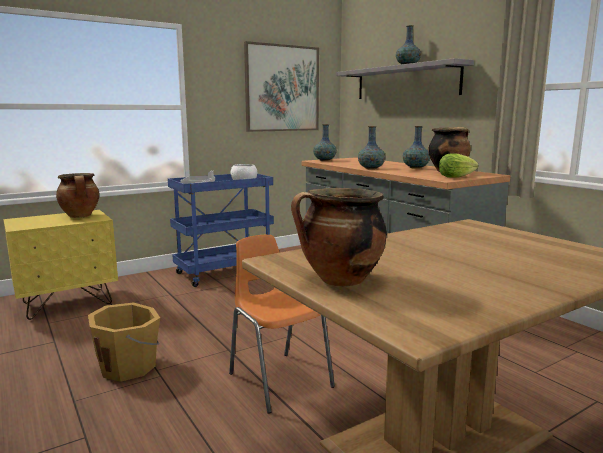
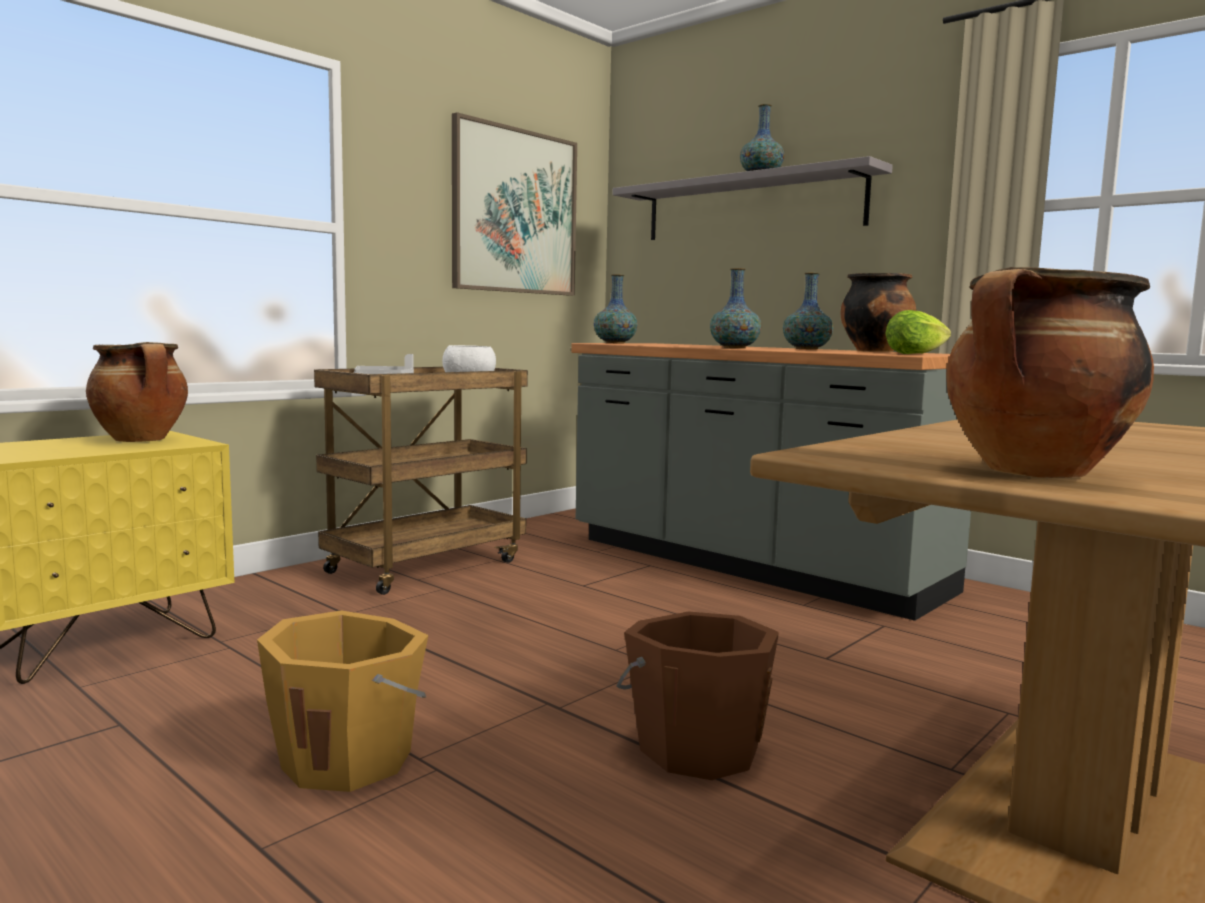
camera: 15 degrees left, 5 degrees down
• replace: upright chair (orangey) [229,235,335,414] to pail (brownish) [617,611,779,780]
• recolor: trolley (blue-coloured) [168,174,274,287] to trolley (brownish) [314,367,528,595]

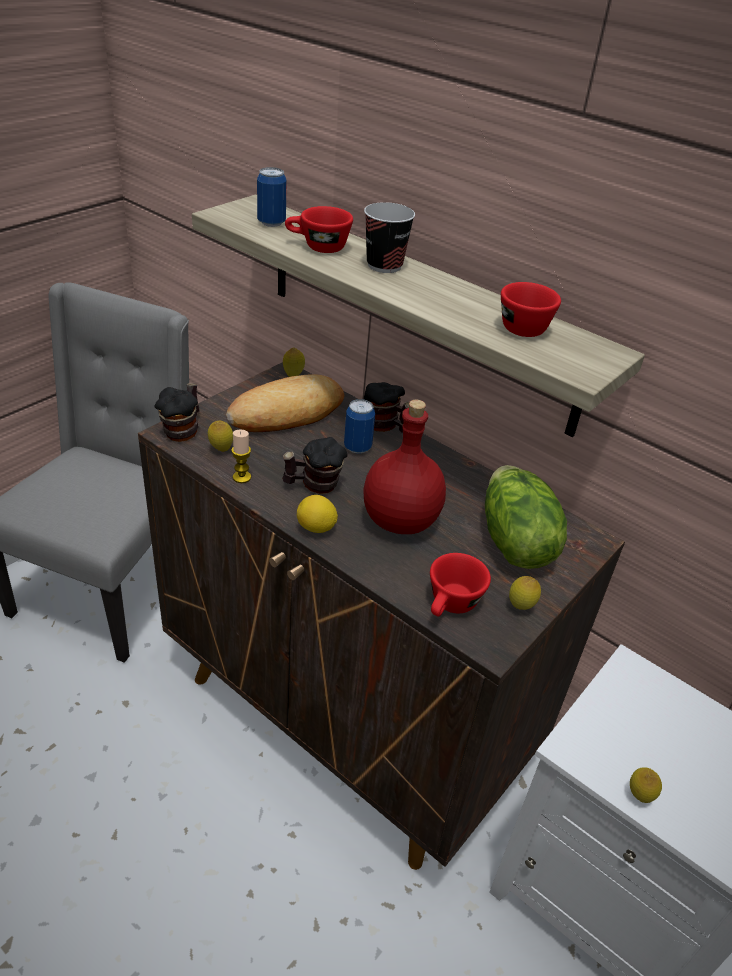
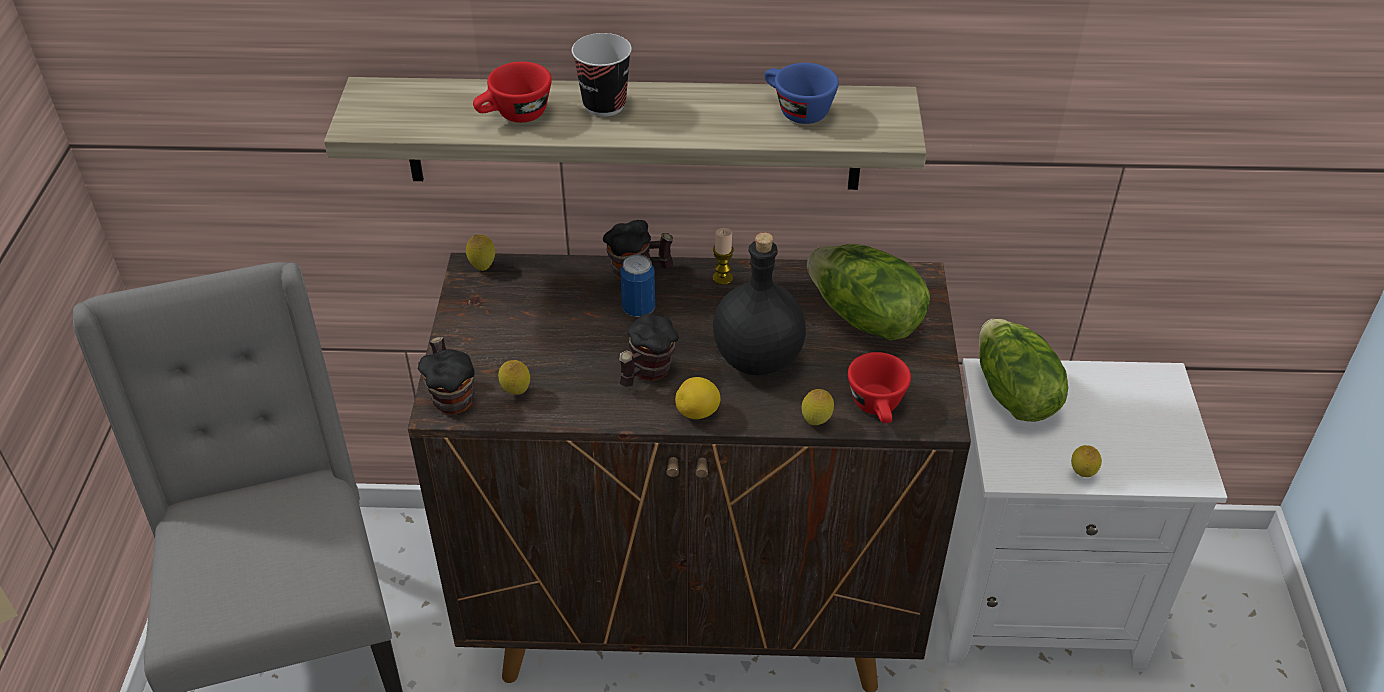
camera: 35 degrees left, 5 degrees up
• delete: baked bread [226,374,345,432]
• delete: can [257,167,286,227]
• insert: lettuce head [979,319,1068,422]
• move: wax candle [231,429,251,483] to [713,228,734,285]
• move: whole lemon [509,576,541,610] to [802,389,834,425]
• recolor: bottle (reddish) [363,400,446,534] to bottle (blackish) [713,232,806,375]
• recolor: drinking cup (reddish) [501,282,561,337] to drinking cup (blue-coloured) [764,63,839,124]

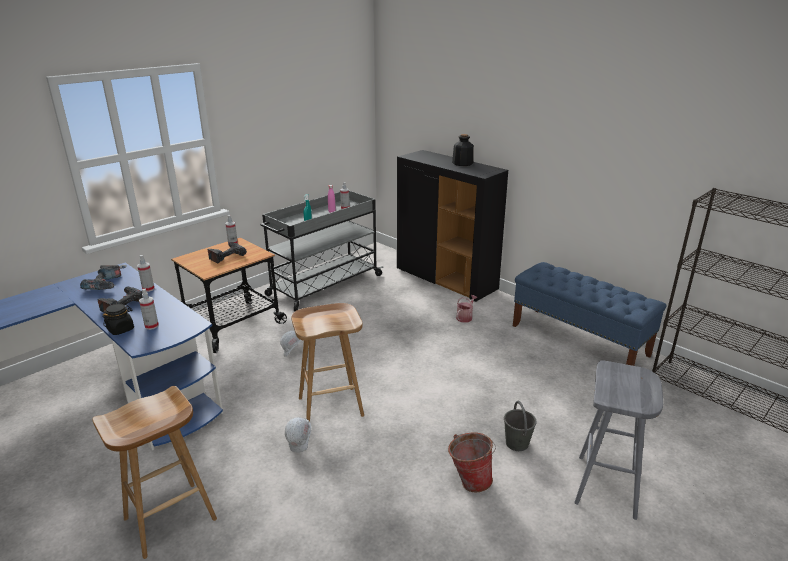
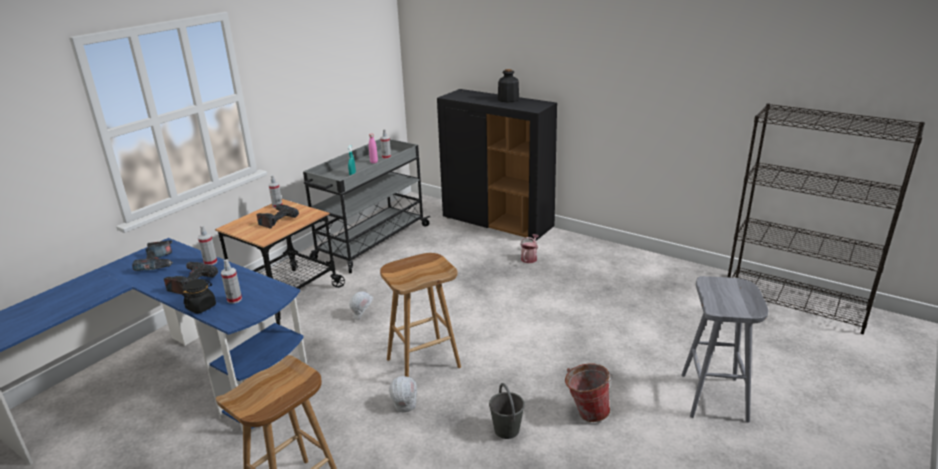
camera: 10 degrees left, 0 degrees up
• delete: indoor bench (blue-coloured) [513,262,667,366]
• move: pail (greyish) [504,401,537,451] to [489,383,525,439]

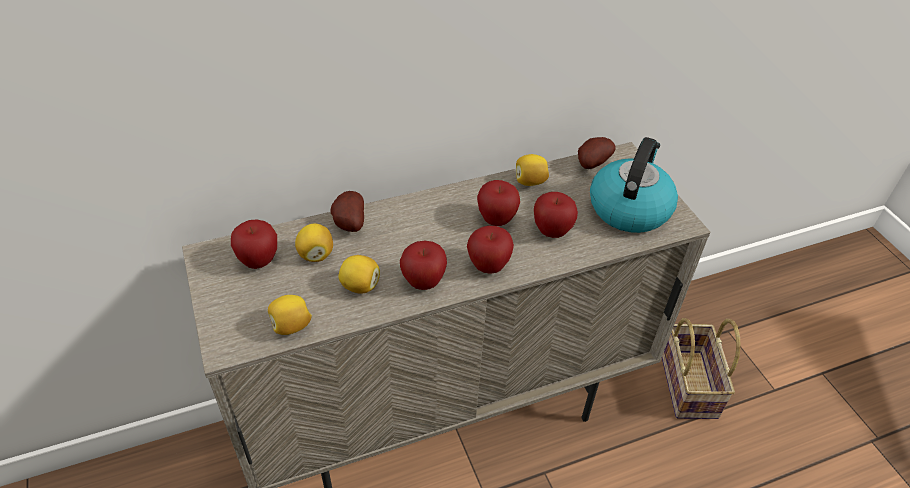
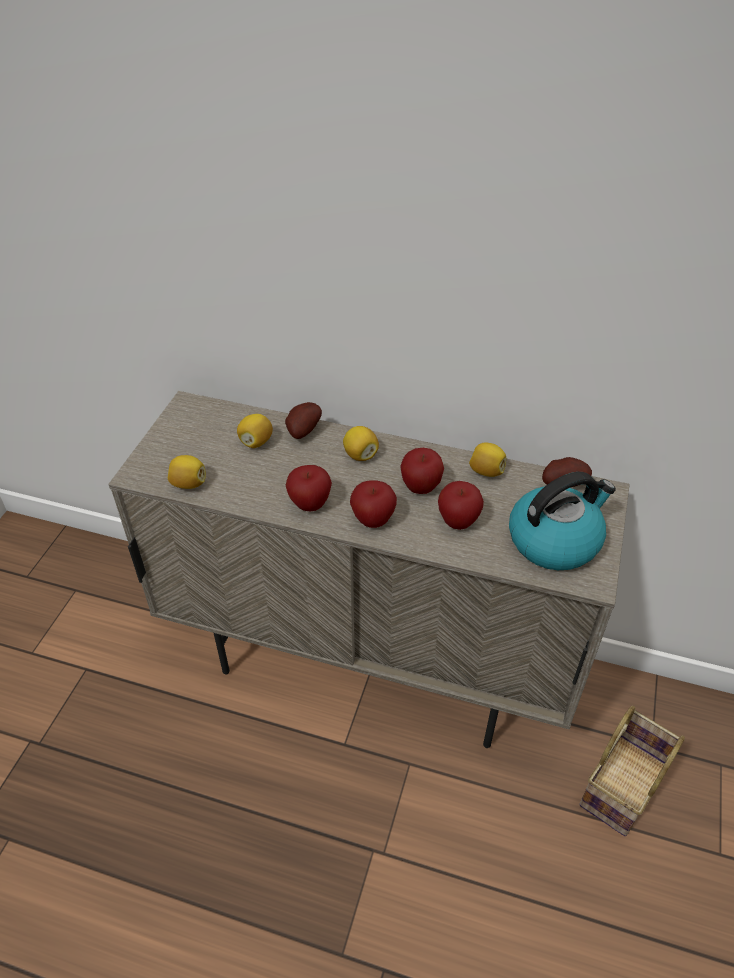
camera: 40 degrees right, 0 degrees up
• delete: apple [231,219,277,269]
• move: whole lemon [338,255,380,294] to [343,426,379,461]

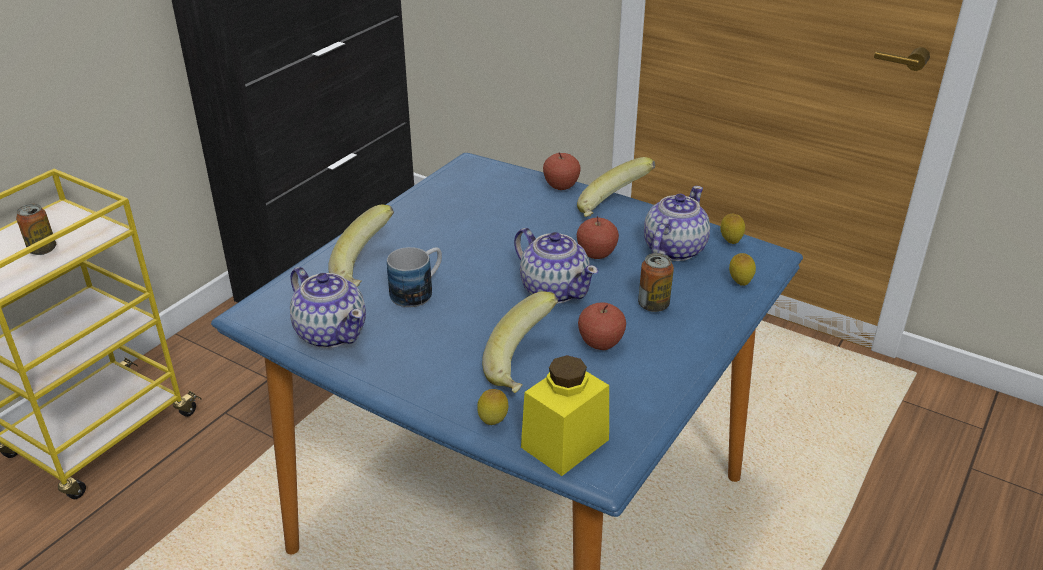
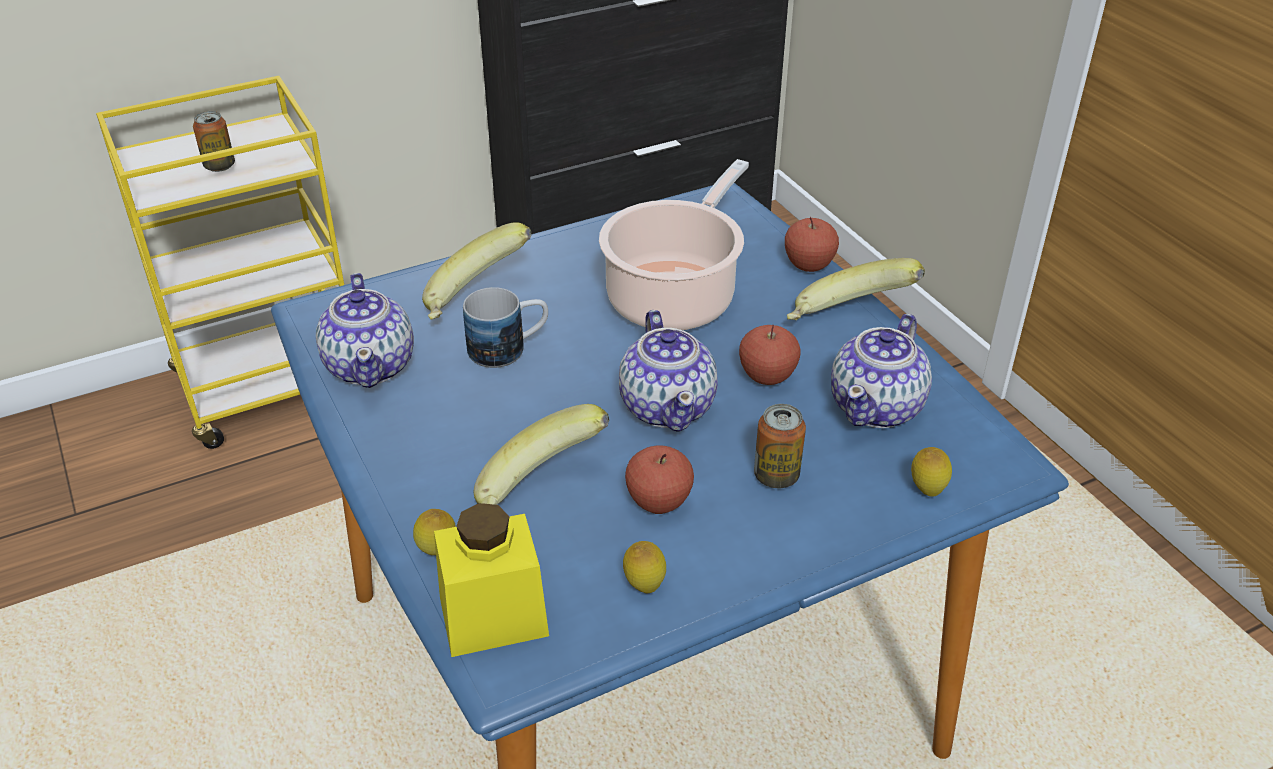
camera: 30 degrees right, 5 degrees up
• insert: cooking pot [599,159,749,330]
• move: whole lemon [720,214,745,244] to [623,541,666,593]
• rotate: pot for tea [644,186,710,261] = [831,314,932,428] 150 degrees clockwise

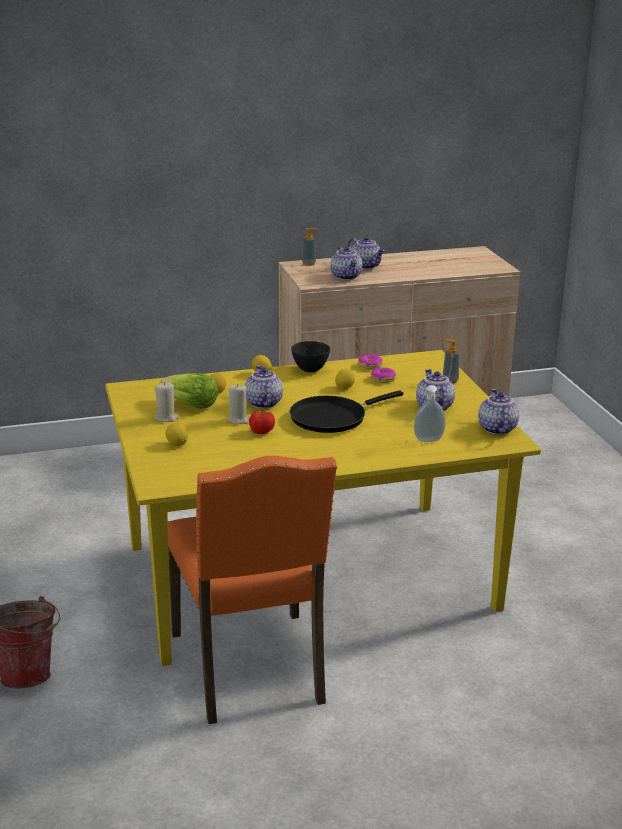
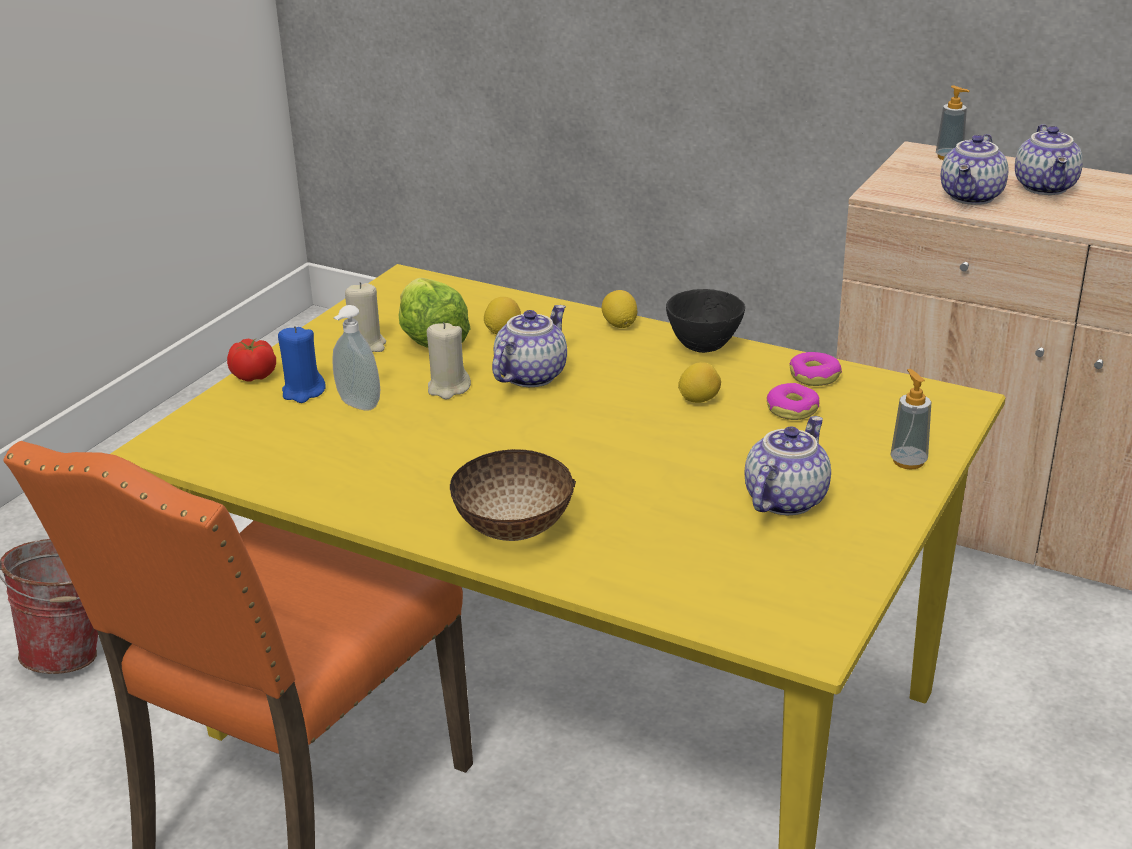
camera: 45 degrees right, 5 degrees up
• delete: frying pan (blackish) [290,390,403,433]
• delete: pot for tea [478,389,519,435]
• insert: deep dish [450,449,576,541]
• move: whole tomato [249,410,275,434] to [227,339,276,381]
• move: liquid soap bottle [414,385,446,442] to [332,305,380,411]
• replace: whole lemon [166,423,188,446] to wax candle (blue-coloured) [278,326,326,403]

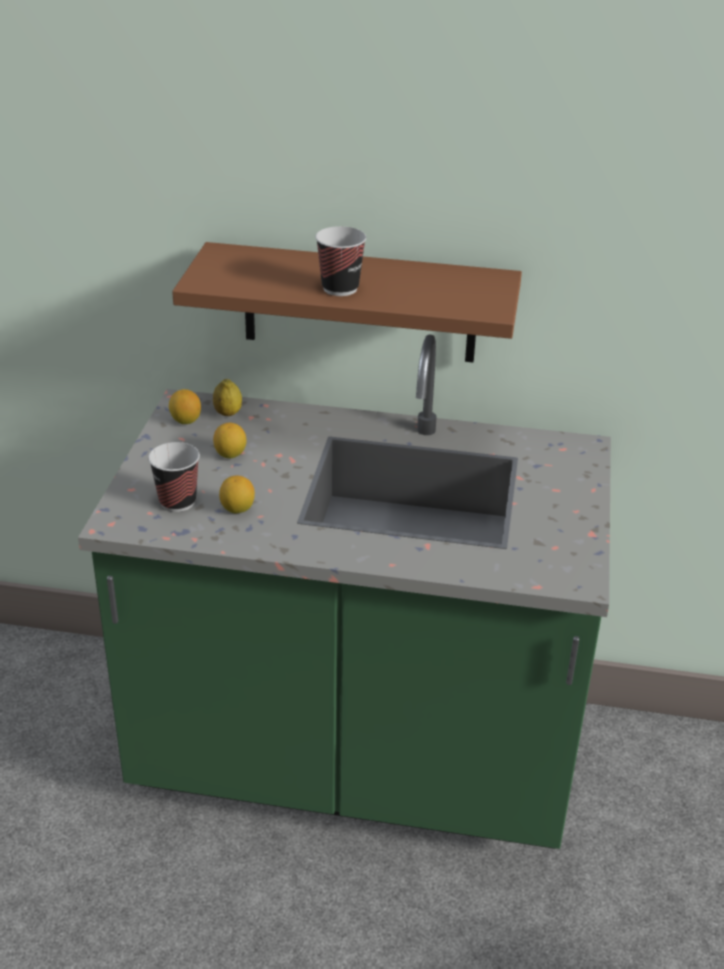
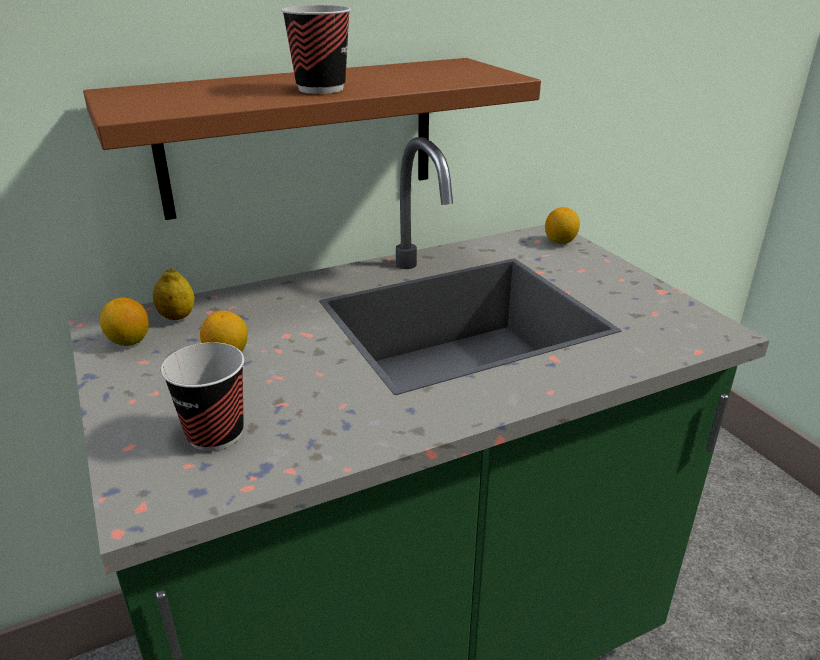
camera: 35 degrees left, 5 degrees down
• move: whole lemon [219,475,255,513] to [545,207,580,244]

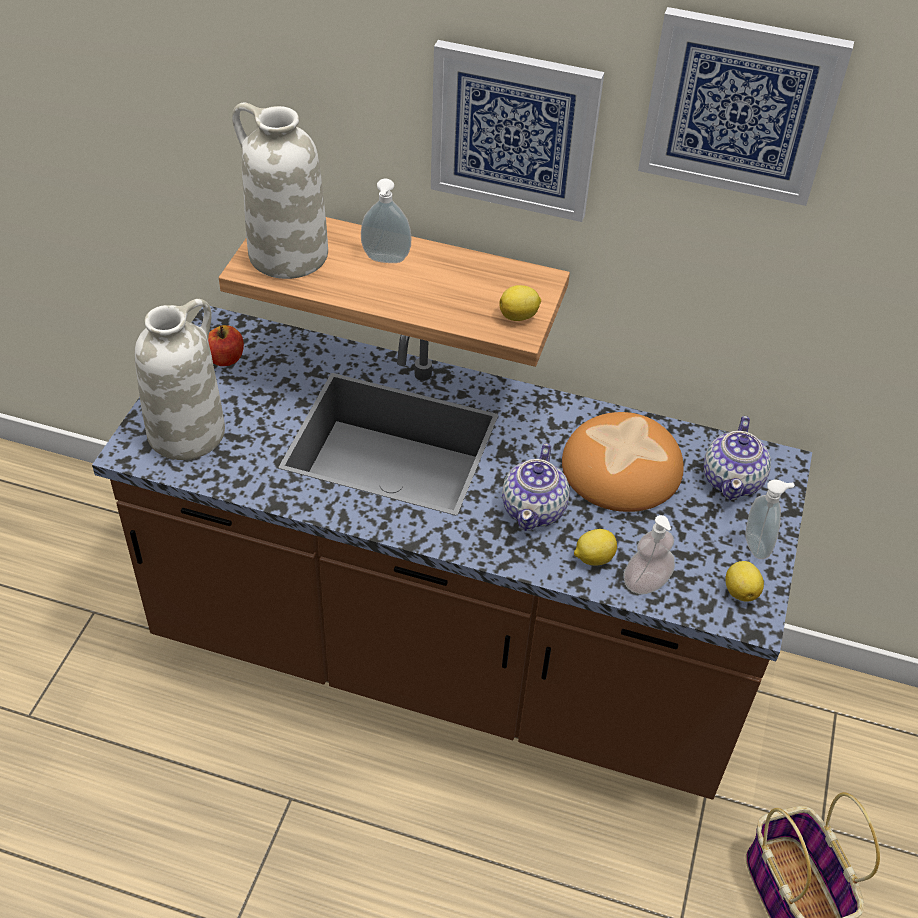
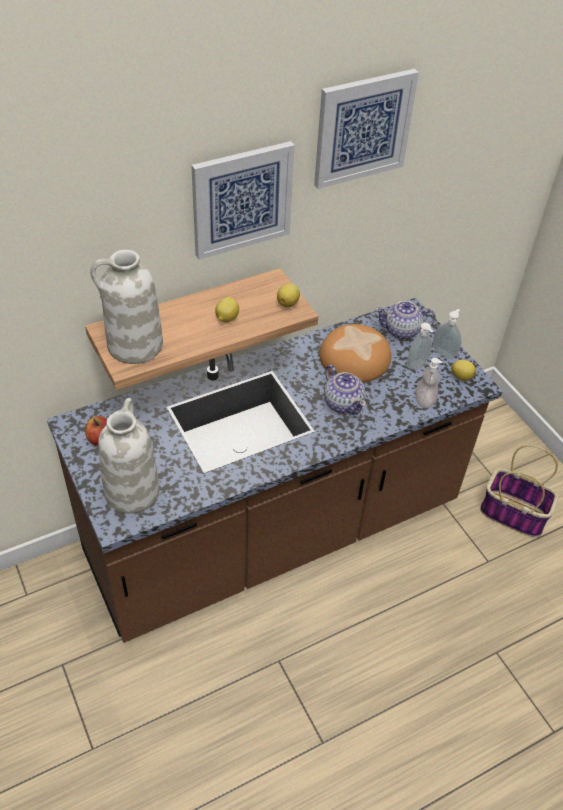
camera: 45 degrees left, 0 degrees up
• move: liquid soap bottle [361,179,411,263] to [407,322,433,370]
• move: whole lemon [574,529,617,565] to [215,297,239,322]
• rotate: pot for tea [704,416,771,500] = [375,301,436,339] 120 degrees clockwise

